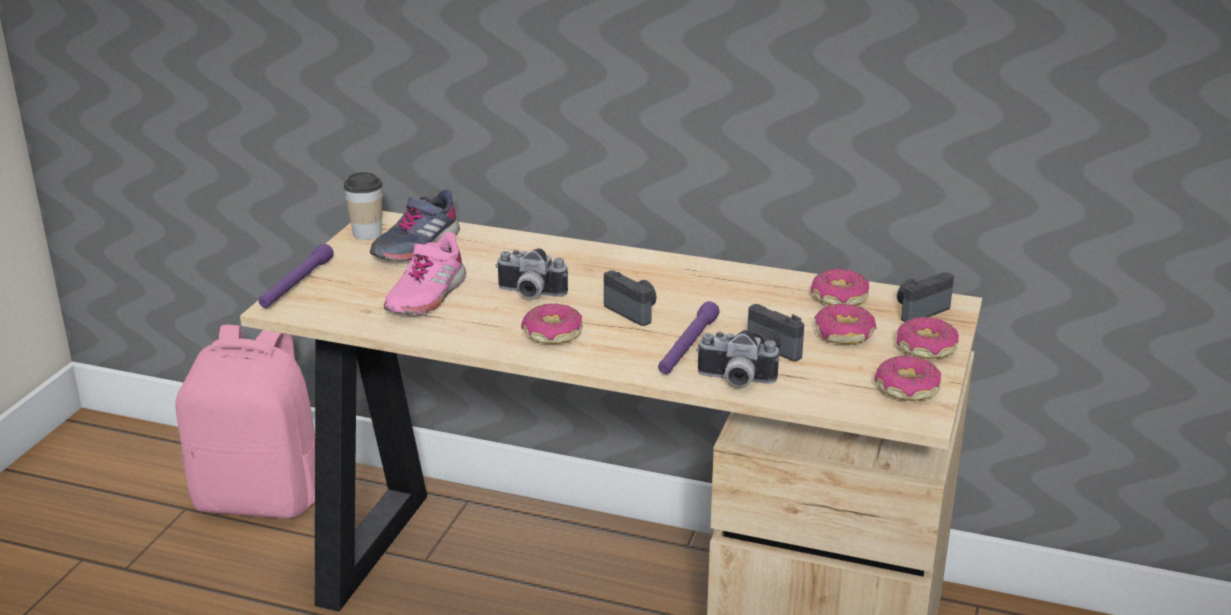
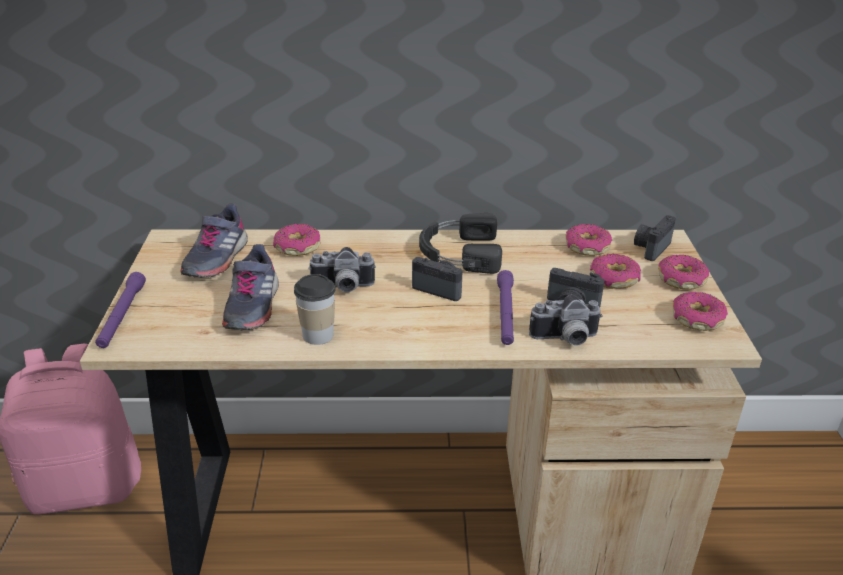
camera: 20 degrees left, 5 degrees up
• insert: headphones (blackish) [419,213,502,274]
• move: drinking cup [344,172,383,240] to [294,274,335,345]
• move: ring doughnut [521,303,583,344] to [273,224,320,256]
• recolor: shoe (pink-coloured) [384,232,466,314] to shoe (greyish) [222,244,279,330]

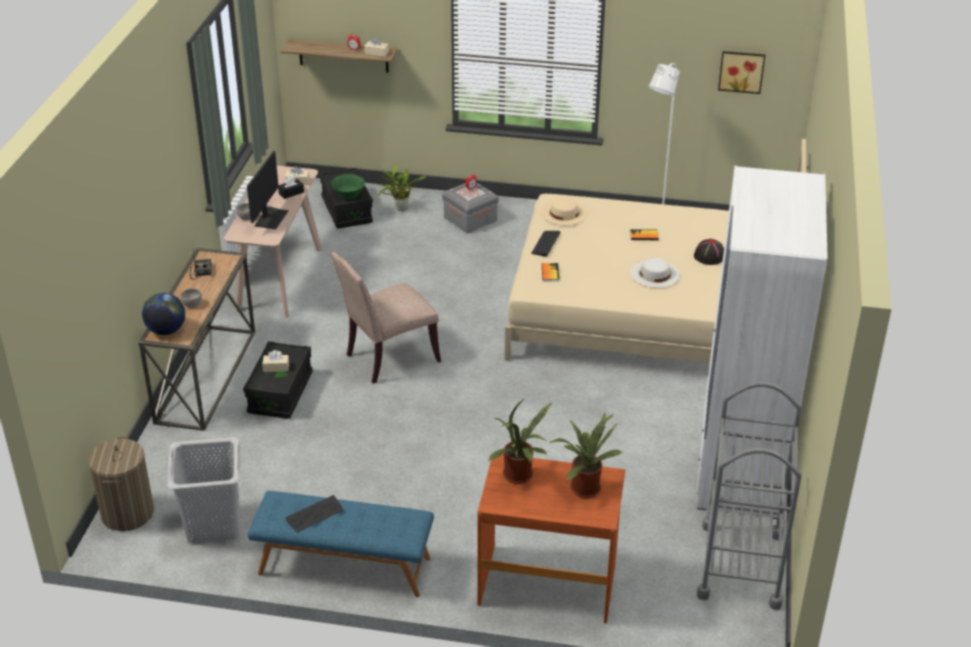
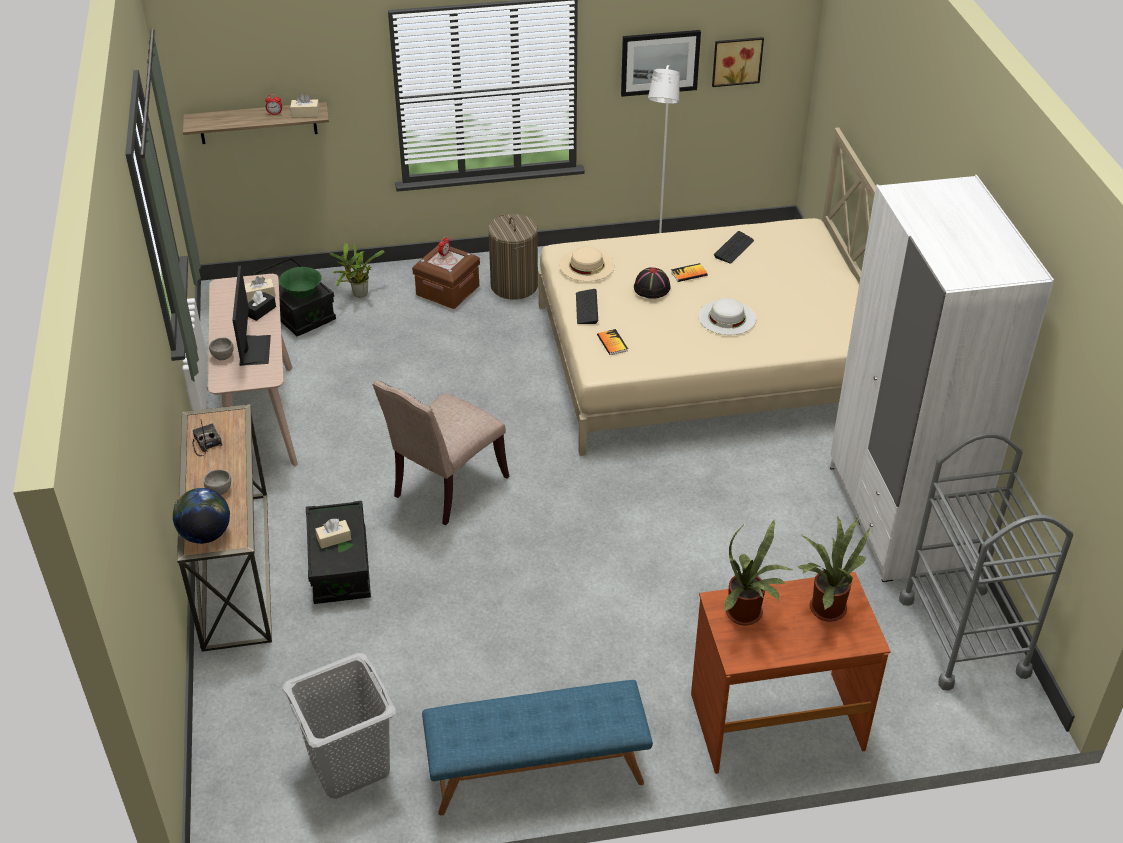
camera: 20 degrees left, 5 degrees up
• insert: wall picture [621,30,701,97]
• move: washing basket [88,436,154,531] to [488,214,538,300]
• move: PC keyboard [285,495,343,532] to [714,231,754,264]
• move: hat (blackish) [694,239,724,265] to [634,267,671,299]
• recolor: storage container (greyish) [442,183,499,234] to storage container (brownish) [412,245,480,309]

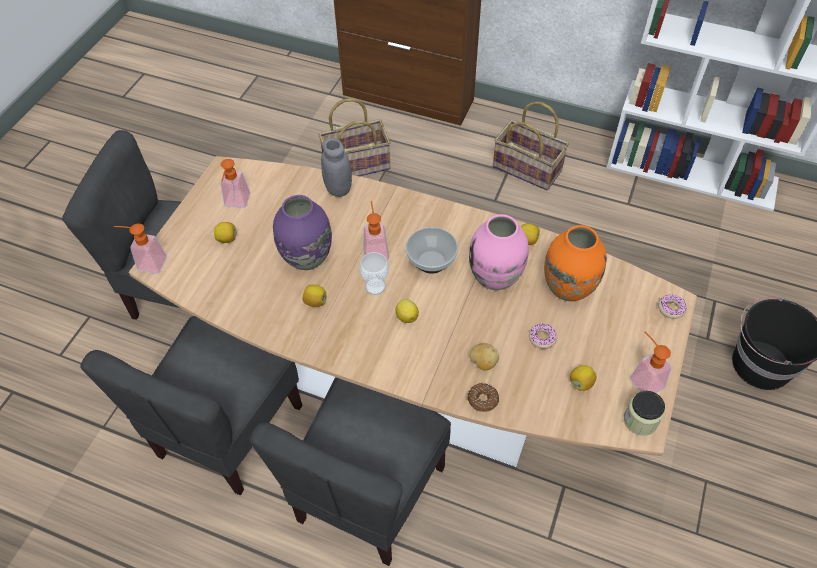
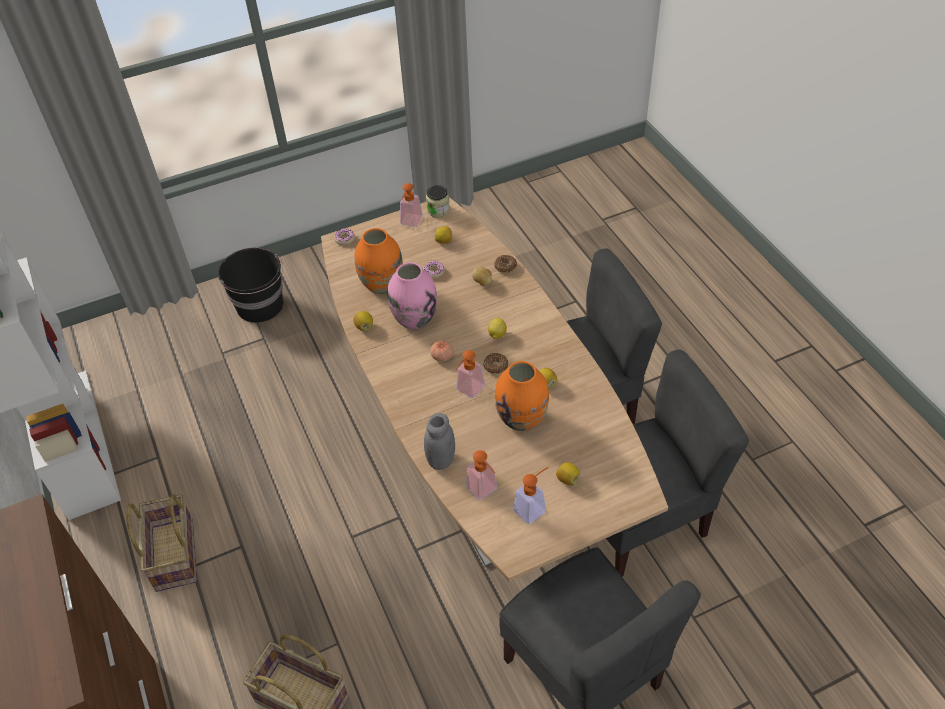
camera: 135 degrees left, 5 degrees down
• move: liquid soap bottle [114,224,167,274] to [466,450,497,500]
• replace: drinking cup [359,252,389,295] to ring doughnut [483,353,509,374]
• replace: deep dish [406,227,458,274] to whole tomato [430,340,454,362]
• recolor: decorative vase (purple) [273,195,332,270] to decorative vase (orangey) [495,361,549,431]

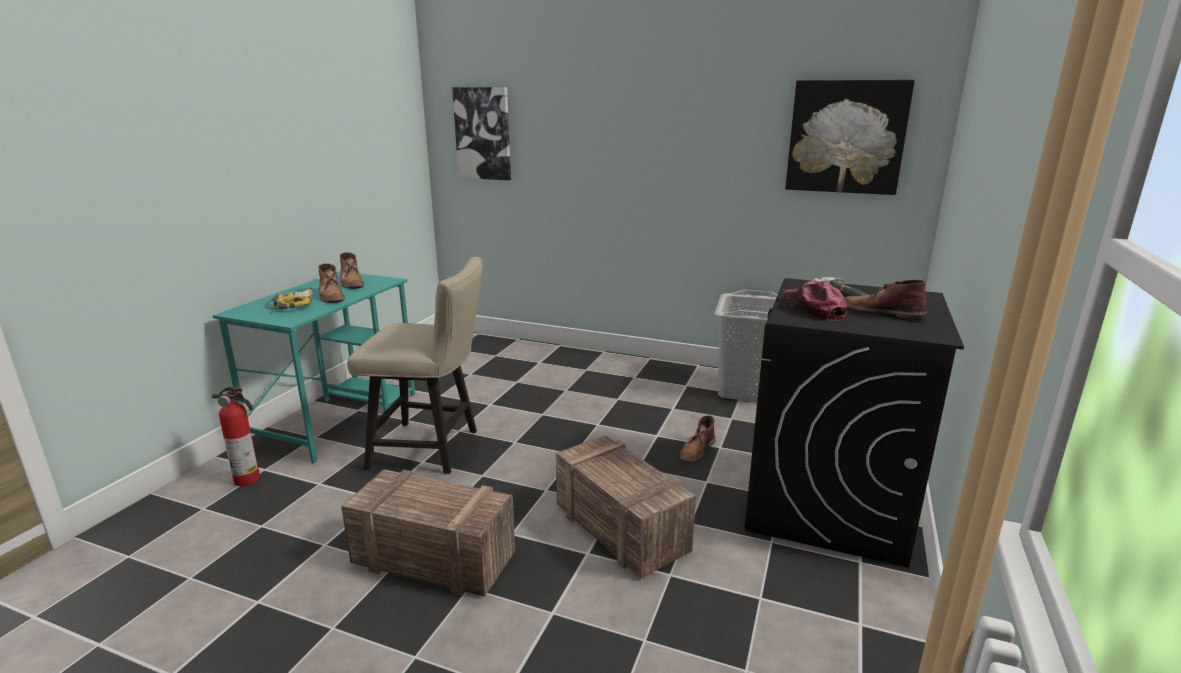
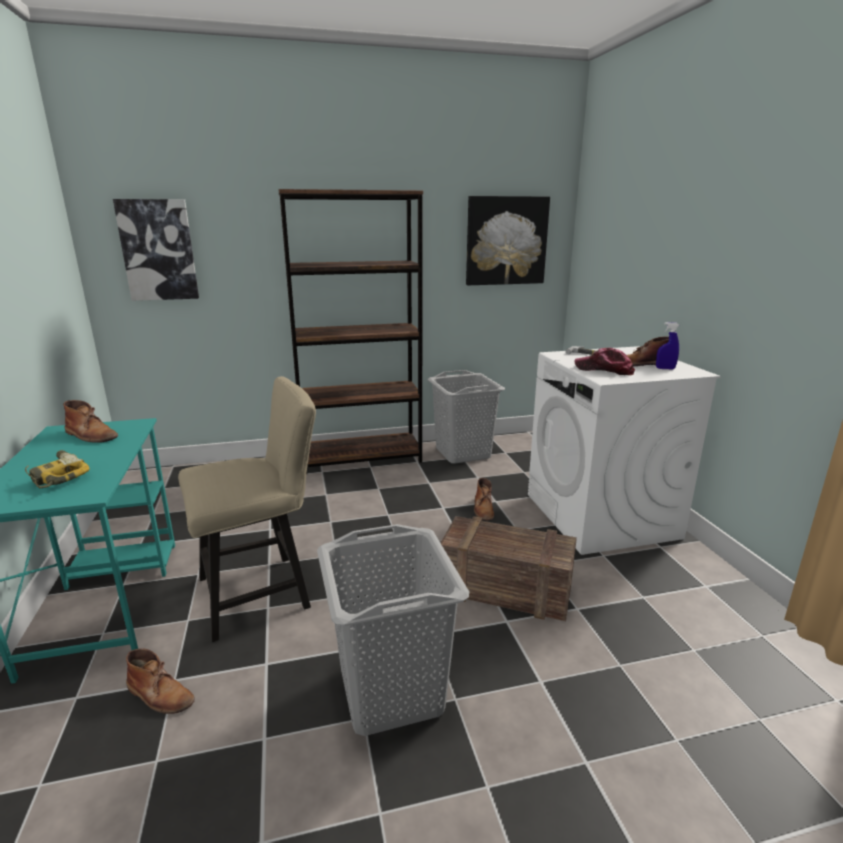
camera: 35 degrees left, 0 degrees up
• delete: extinguisher [212,387,260,486]
• insert: bookshelf (brownish) [279,189,423,474]
• insert: spray bottle (blue-coloured) [656,322,680,369]
• move: high-top boot (brownish) [318,263,345,303] to [126,648,195,714]
• replace: crate [341,469,515,597] to washing basket (greyish) [317,524,469,736]
• recolor: laundry appliance (blackish) [745,278,964,568] to laundry appliance (white-coloured) [528,346,721,555]

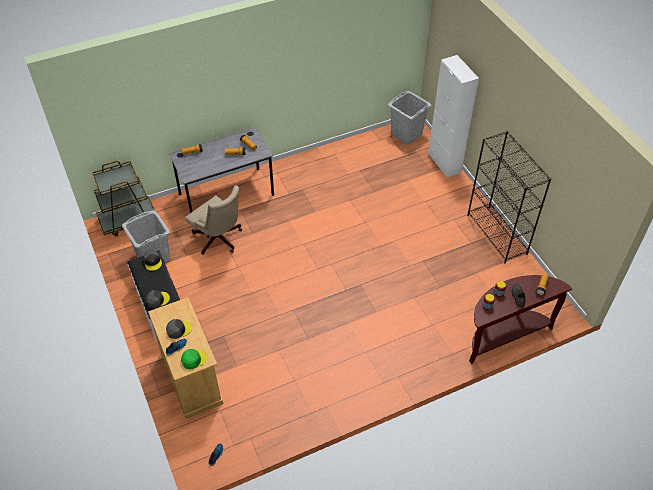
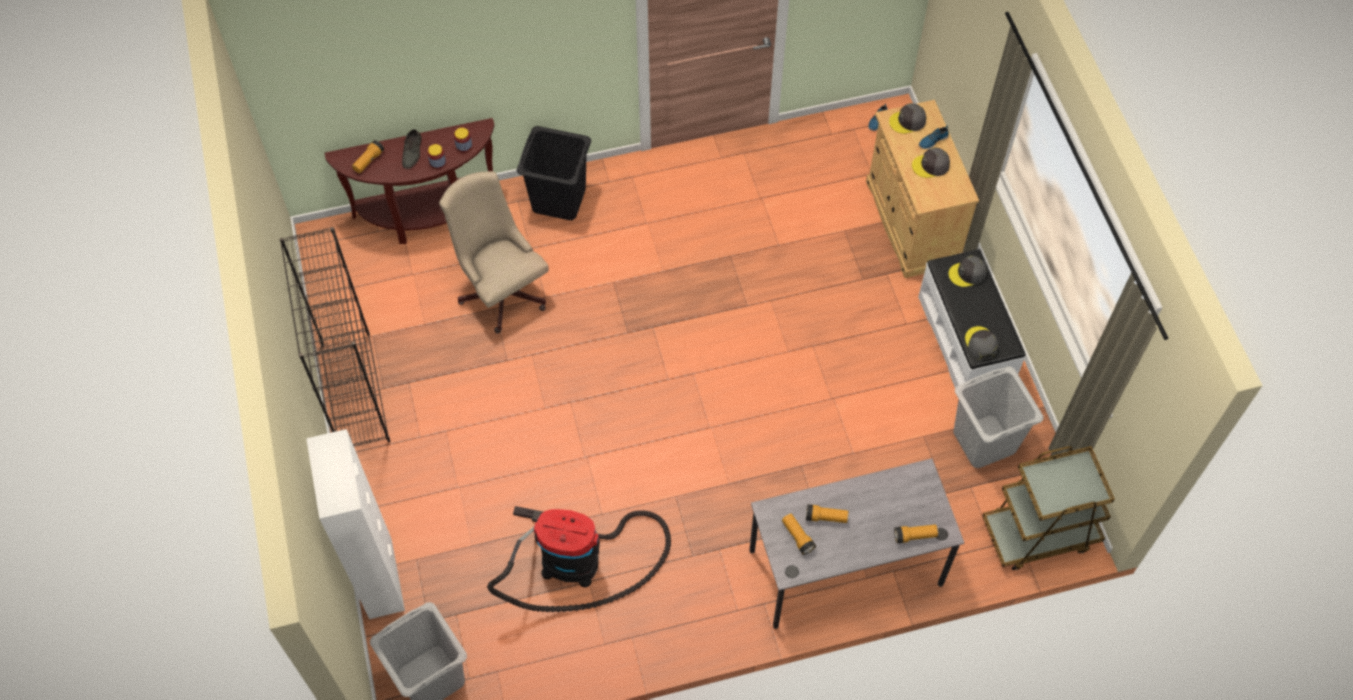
camera: 170 degrees left, 10 degrees up
• insert: hoover [487,506,671,612]
• insert: washing basket (blackish) [517,126,591,220]
• move: office chair (beige-coloured) [185,185,242,255] to [439,171,549,333]
• recolor: baseball cap (green) [181,349,207,369] to baseball cap (greyish) [889,103,926,134]

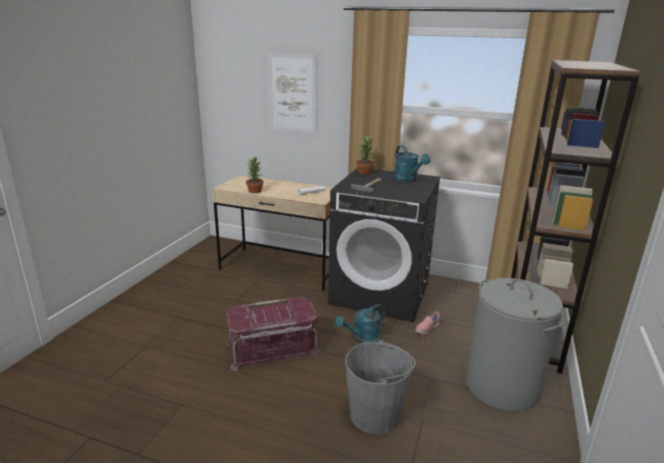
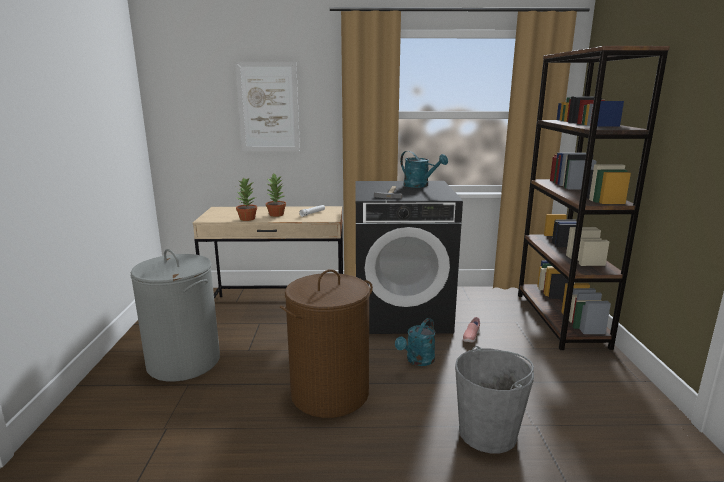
camera: 20 degrees left, 5 degrees down
• move: plant in a pot [356,136,375,175] to [266,174,286,217]
• move: washing basket (greyish) [466,278,567,412] to [130,249,220,381]
• replace: storage container (reddish) [226,297,320,371] to washing basket (brownish) [280,269,373,418]

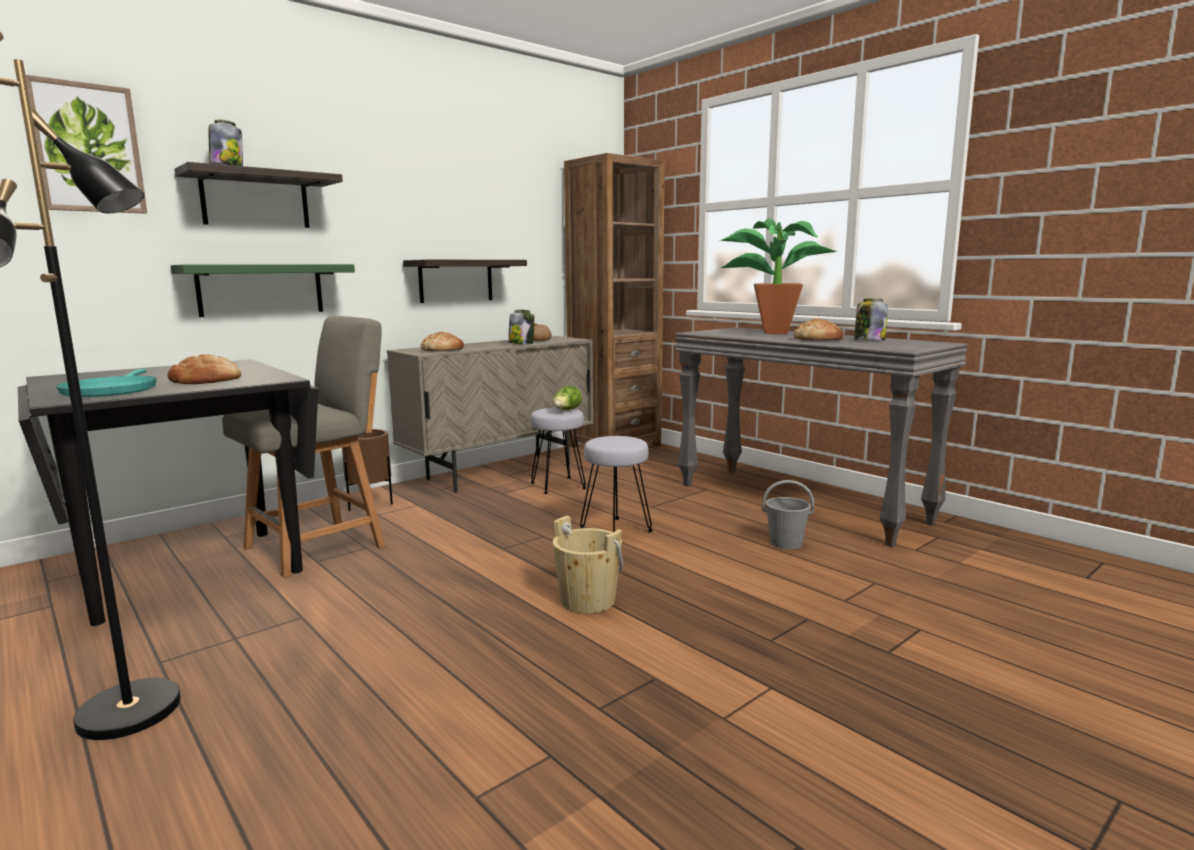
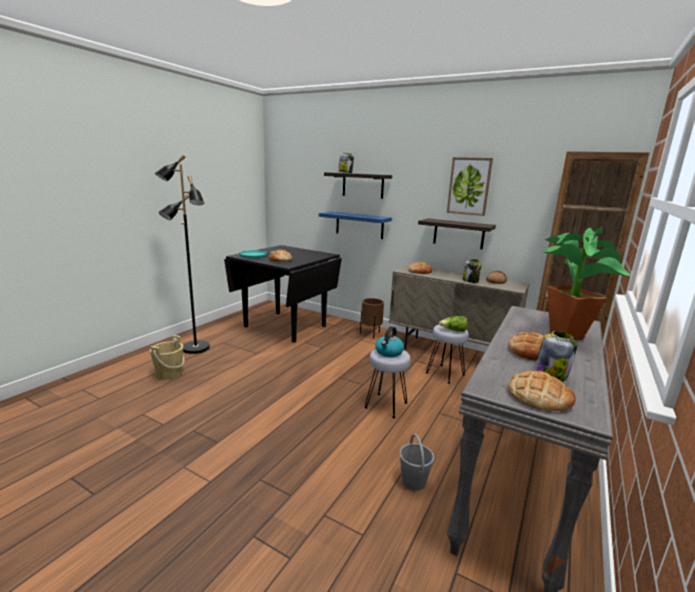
camera: 70 degrees right, 5 degrees up
• delete: upright chair (greyish) [222,316,385,578]
• insert: kettle [375,326,404,357]
• insert: baked bread [508,370,575,411]
• move: wall picture [26,75,147,214] to [447,157,493,216]
• move: pail (beige-coloured) [553,516,623,613] to [150,335,184,379]
• recolor: wall shelf (green) [171,264,355,317] to wall shelf (blue-coloured) [319,211,392,239]

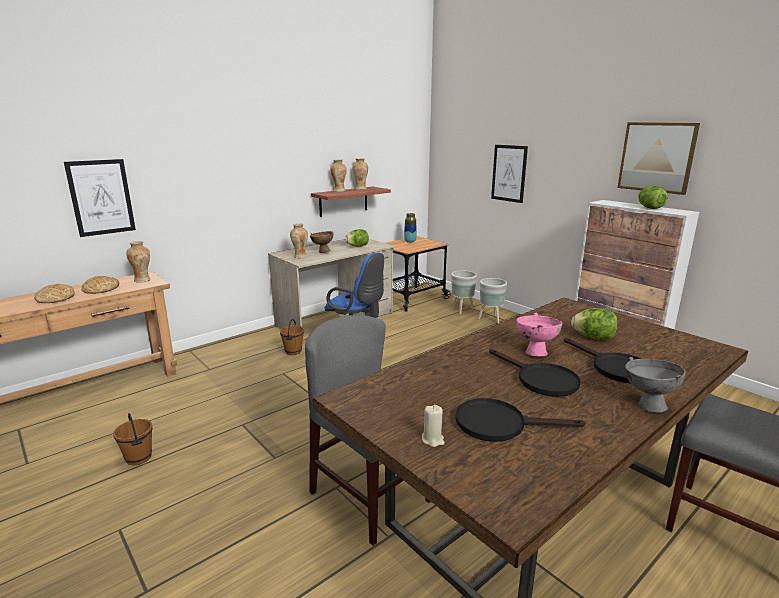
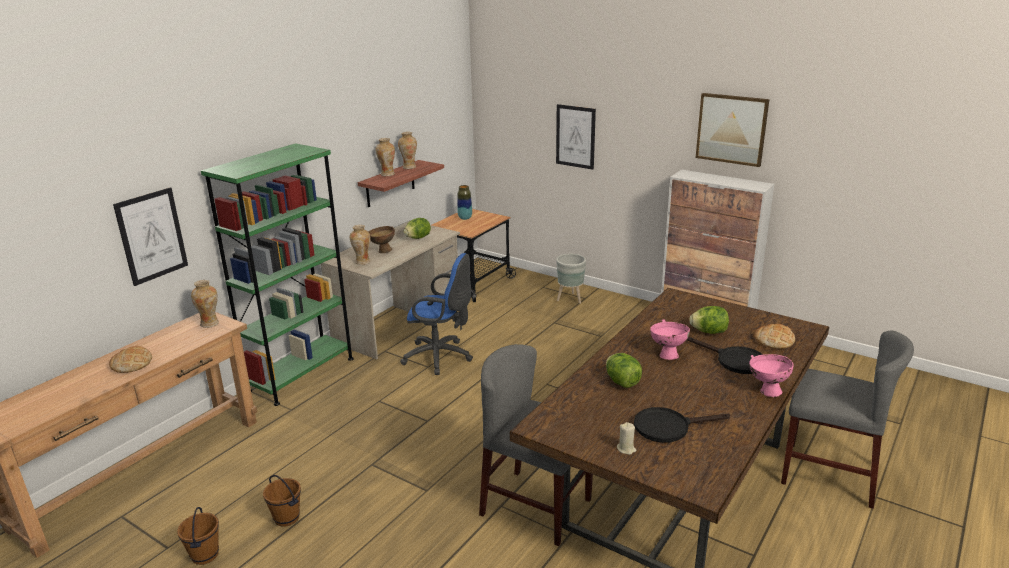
camera: 15 degrees left, 5 degrees up
• delete: planter (greyish) [451,270,477,314]
• delete: frying pan (blackish) [489,349,581,397]
• insert: bookshelf (green) [201,143,354,406]
• move: baked bread [81,276,119,294] to [755,324,795,349]
• move: pail (brownish) [280,319,304,355] to [177,507,219,565]
• move: lettuce head [638,186,668,209] to [606,353,642,388]
• recolor: deep dish (greyish) [625,357,686,413] to deep dish (pink-coloured) [749,354,794,397]

